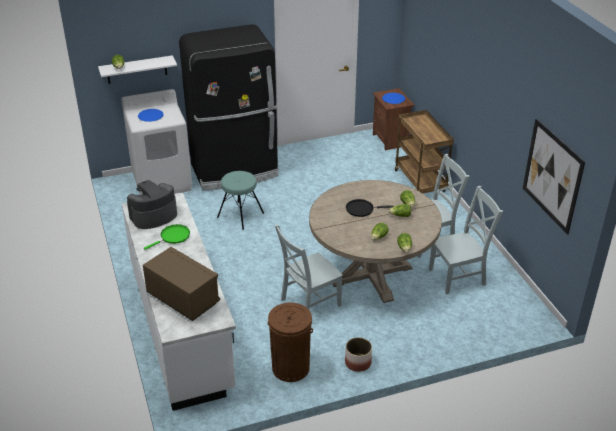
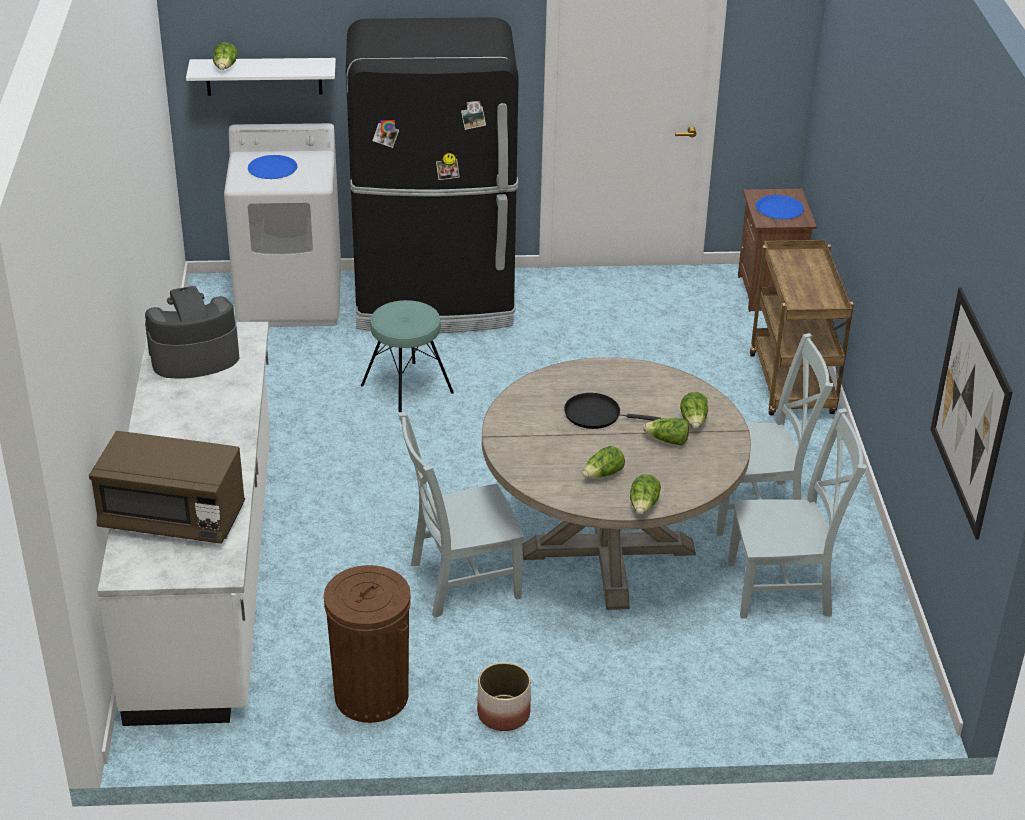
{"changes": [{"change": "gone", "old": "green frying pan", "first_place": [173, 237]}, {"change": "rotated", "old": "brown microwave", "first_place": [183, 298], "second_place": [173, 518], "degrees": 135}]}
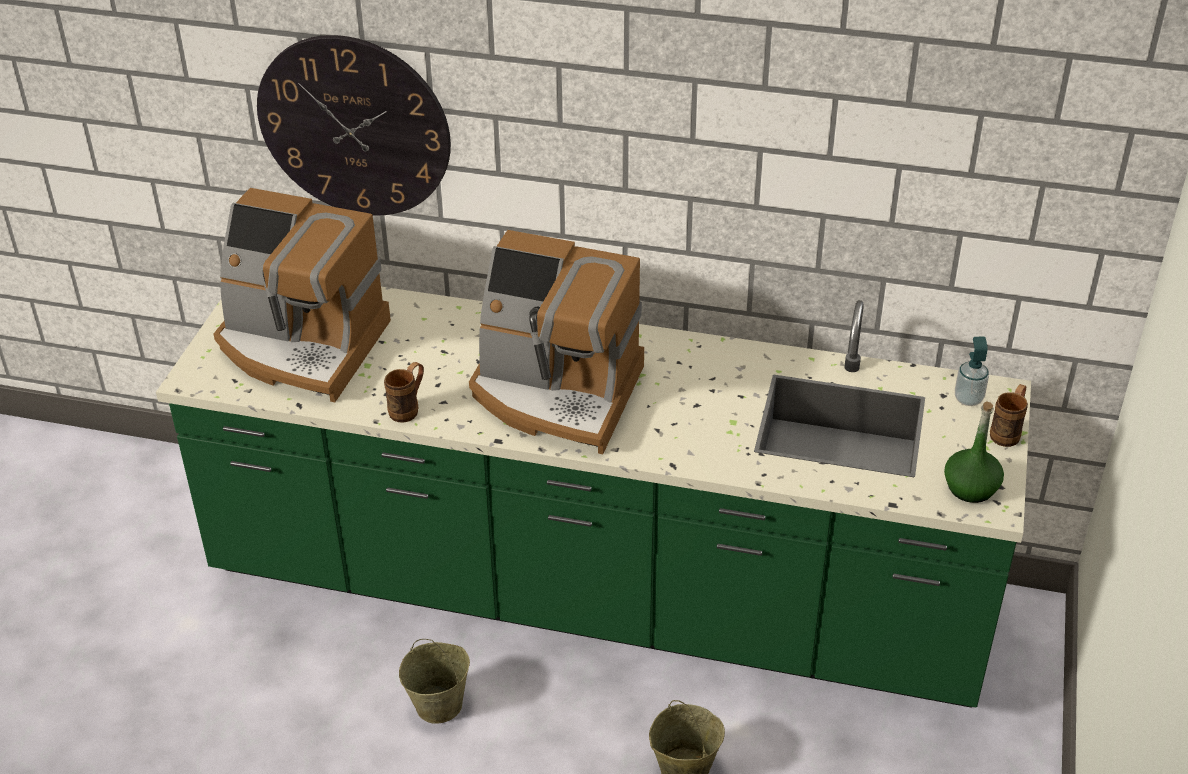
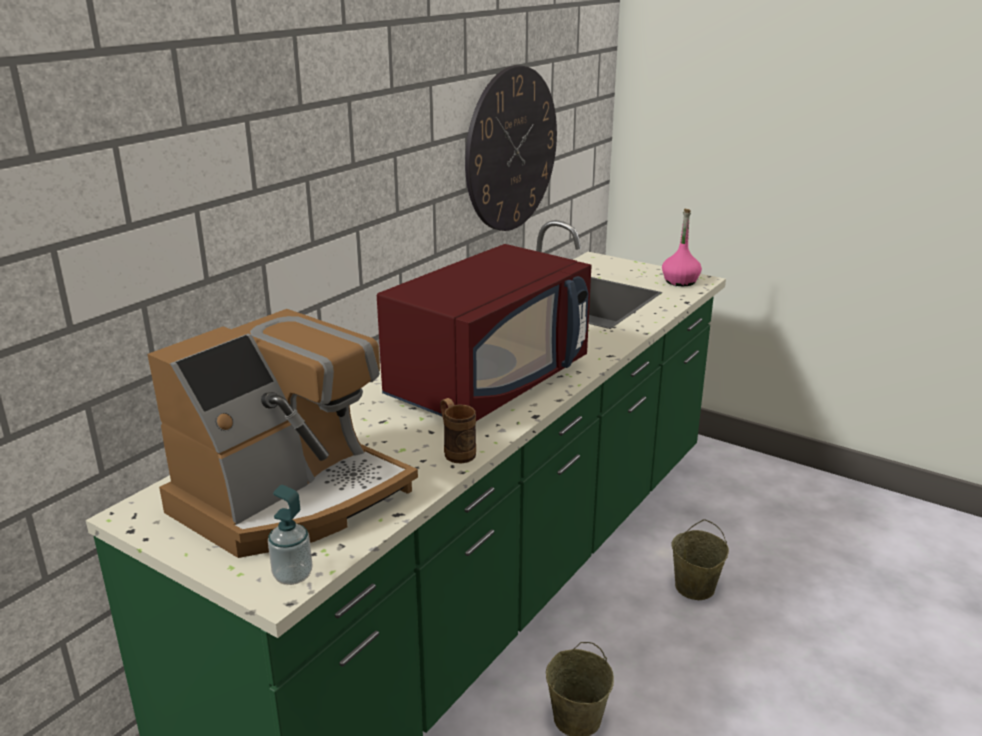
{"changes": [{"change": "gone", "old": "brown mug", "first_place": [1008, 432]}, {"change": "shifted", "old": "wall clock", "first_place": [354, 127], "second_place": [511, 150]}, {"change": "shifted", "old": "soap dispenser", "first_place": [968, 399], "second_place": [293, 575]}, {"change": "swapped", "old": "coffee machine", "new": "red microwave", "first_place": [556, 393], "second_place": [488, 382]}, {"change": "repainted", "old": "green bottle", "new": "pink bottle", "first_place": [971, 488], "second_place": [680, 281]}]}
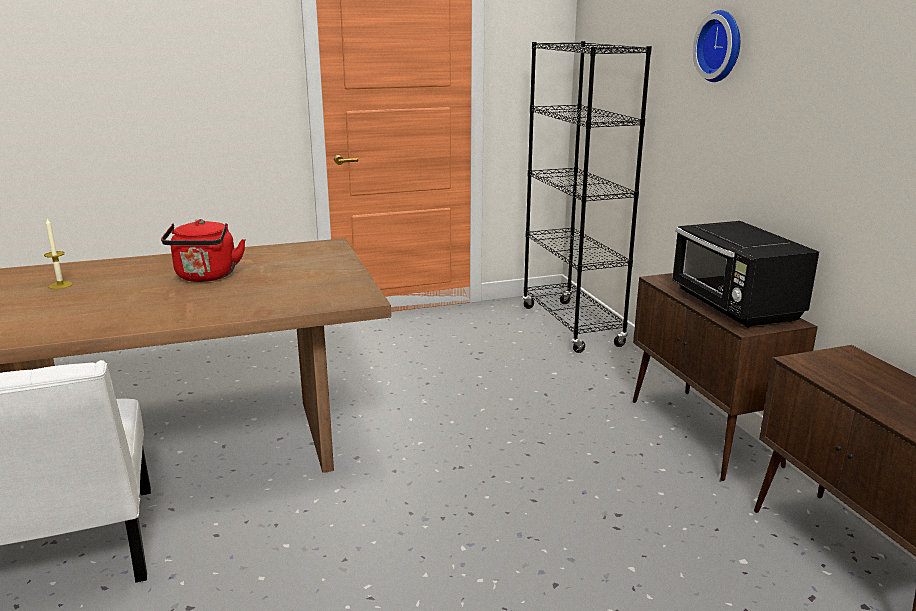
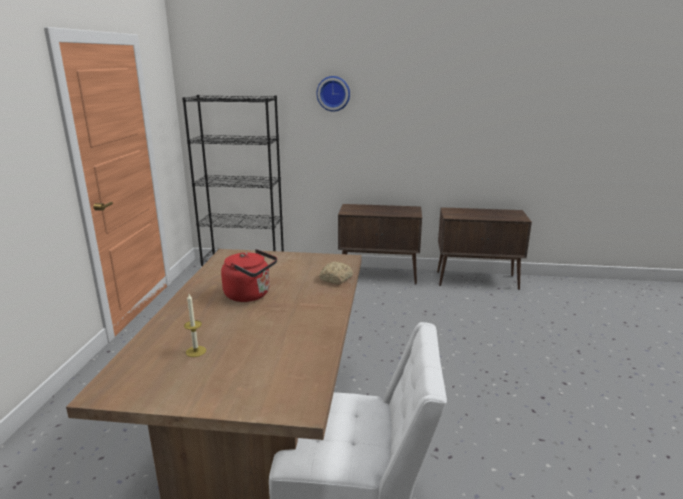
{"changes": [{"change": "gone", "old": "black microwave", "first_place": [734, 306]}, {"change": "new", "new": "bread", "second_place": [335, 279]}]}
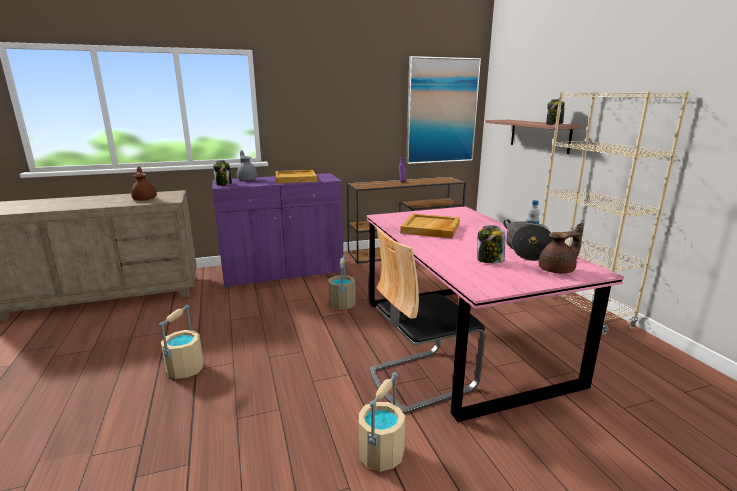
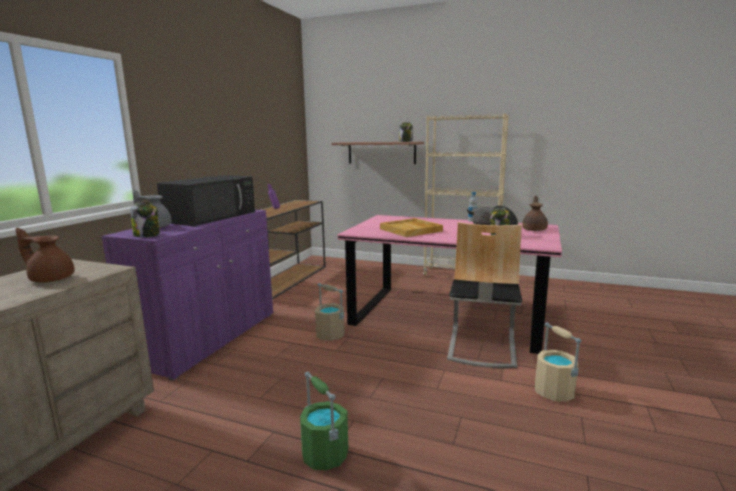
{"changes": [{"change": "gone", "old": "picture", "first_place": [442, 111]}, {"change": "swapped", "old": "beige tray", "new": "black microwave", "first_place": [296, 178], "second_place": [212, 216]}, {"change": "repainted", "old": "beige bucket", "new": "green bucket", "first_place": [185, 369], "second_place": [324, 455]}]}
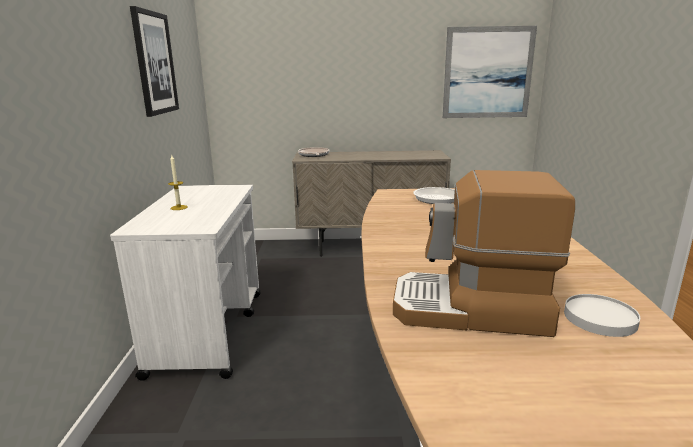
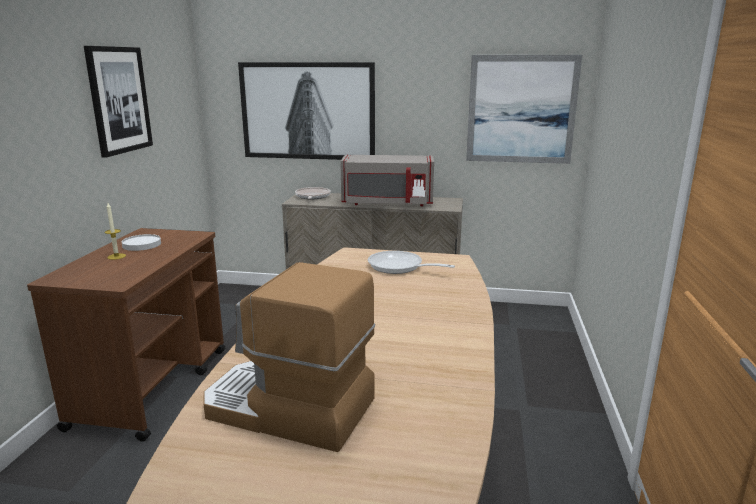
{"changes": [{"change": "new", "new": "picture", "second_place": [307, 111]}, {"change": "new", "new": "grey microwave", "second_place": [387, 203]}, {"change": "shifted", "old": "white plate", "first_place": [599, 318], "second_place": [142, 244]}, {"change": "repainted", "old": "white cart", "new": "brown cart", "first_place": [209, 330], "second_place": [153, 386]}]}
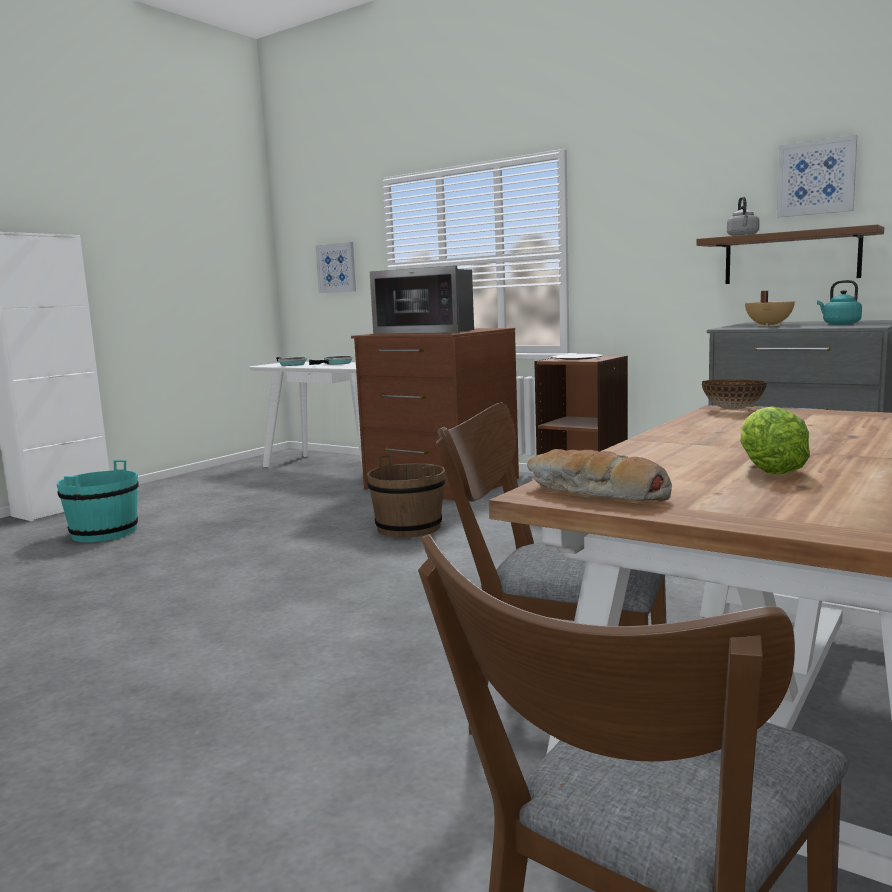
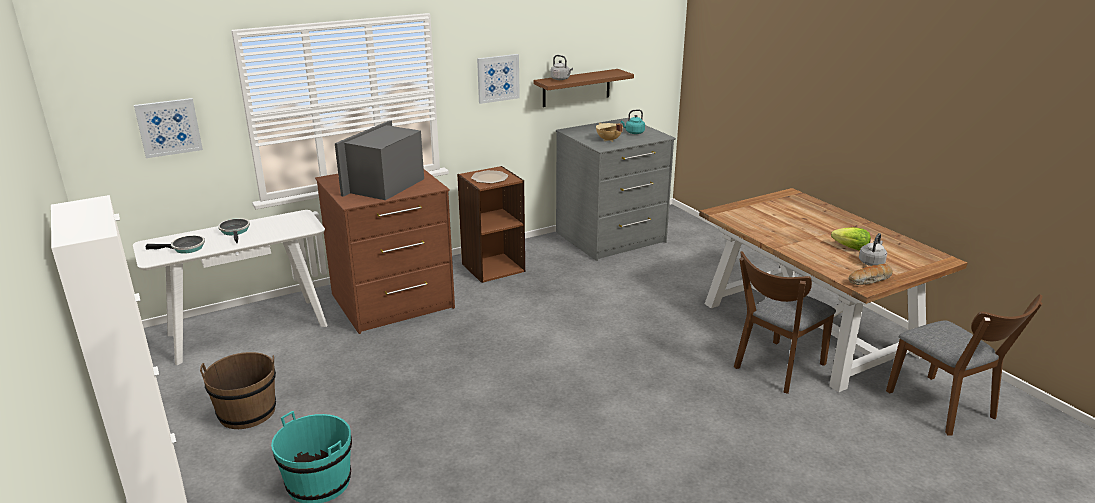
{"changes": [{"change": "gone", "old": "bowl", "first_place": [734, 409]}, {"change": "new", "new": "grey kettle", "second_place": [872, 262]}, {"change": "shifted", "old": "brown bucket", "first_place": [409, 528], "second_place": [247, 412]}, {"change": "shifted", "old": "picture", "first_place": [816, 177], "second_place": [498, 78]}, {"change": "rotated", "old": "microwave", "first_place": [428, 331], "second_place": [386, 185], "degrees": 150}]}
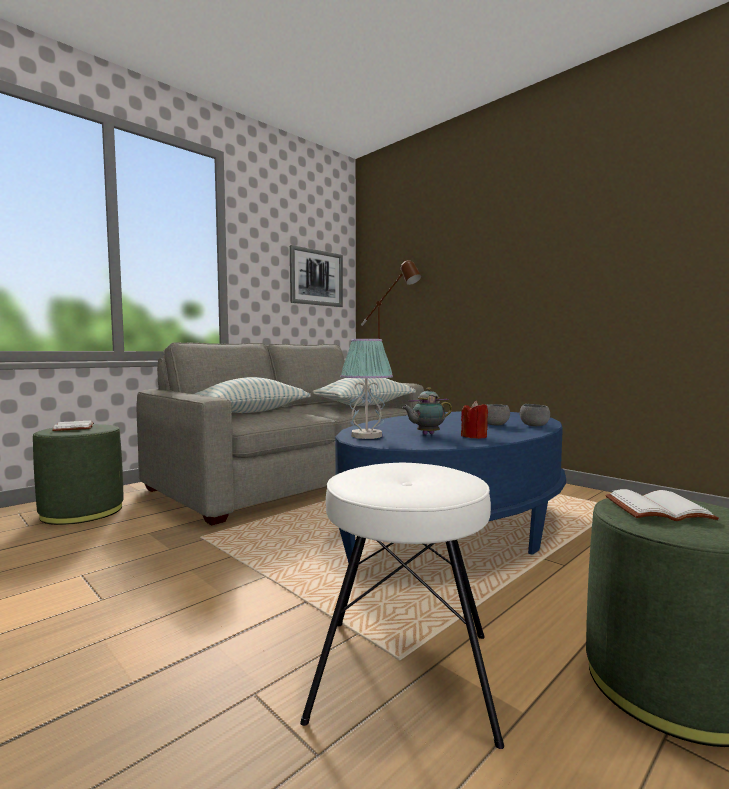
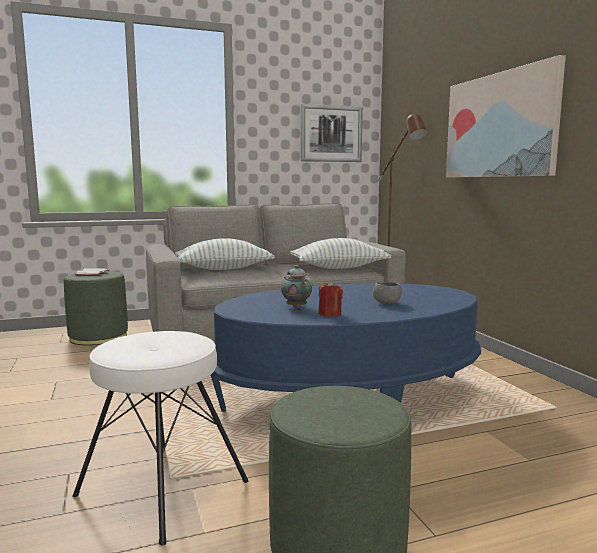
{"changes": [{"change": "gone", "old": "table lamp", "first_place": [366, 436]}, {"change": "gone", "old": "grey bowl", "first_place": [534, 425]}, {"change": "gone", "old": "white book", "first_place": [657, 510]}, {"change": "new", "new": "picture", "second_place": [500, 125]}, {"change": "rotated", "old": "teapot", "first_place": [426, 434], "second_place": [296, 307], "degrees": 60}]}
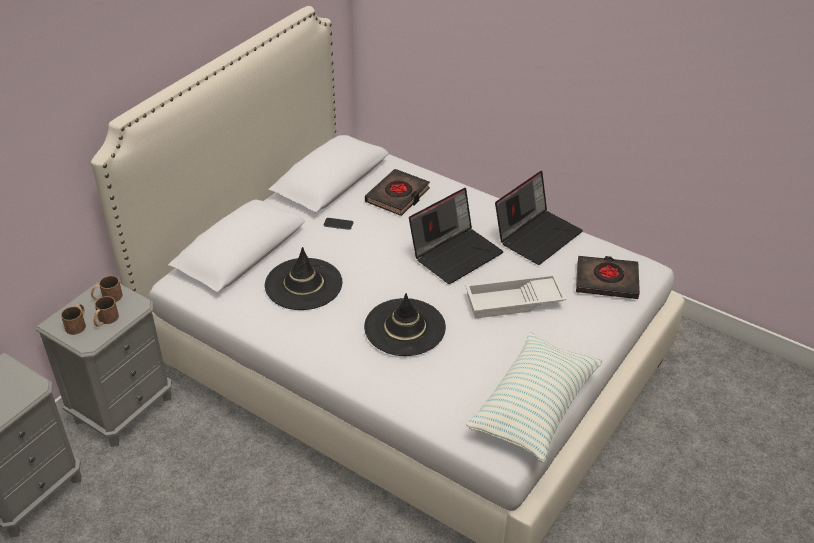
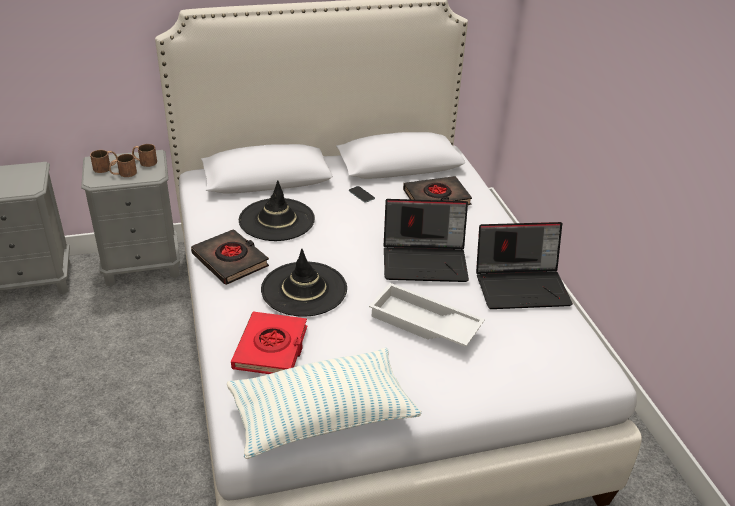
{"changes": [{"change": "new", "new": "red book", "second_place": [271, 348]}, {"change": "shifted", "old": "black book", "first_place": [606, 281], "second_place": [230, 261]}]}
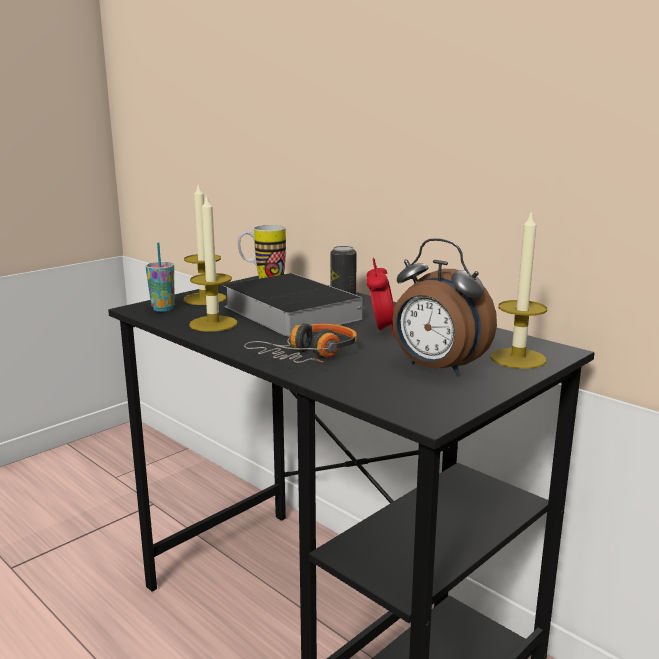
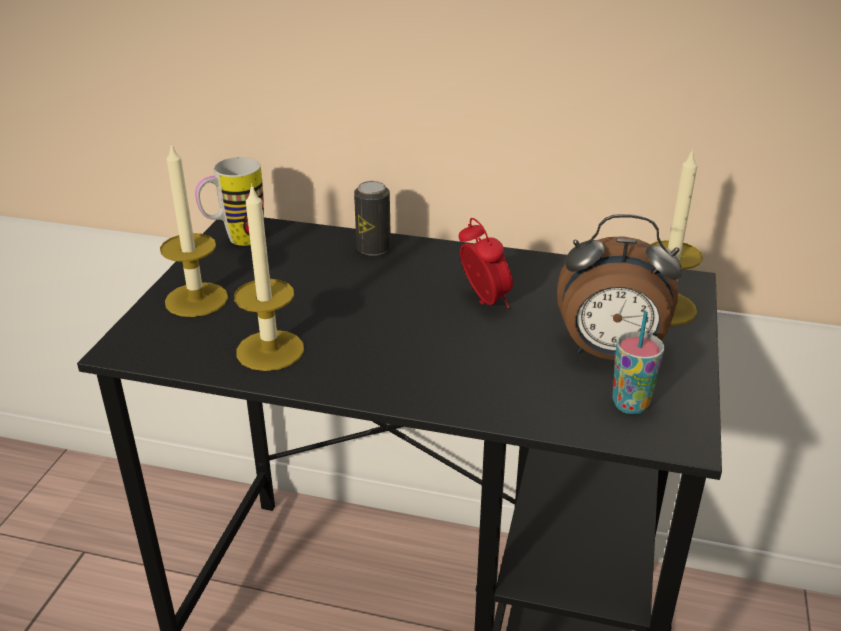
{"changes": [{"change": "gone", "old": "book", "first_place": [287, 311]}, {"change": "gone", "old": "headphones", "first_place": [308, 356]}, {"change": "shifted", "old": "cup", "first_place": [163, 309], "second_place": [630, 404]}]}
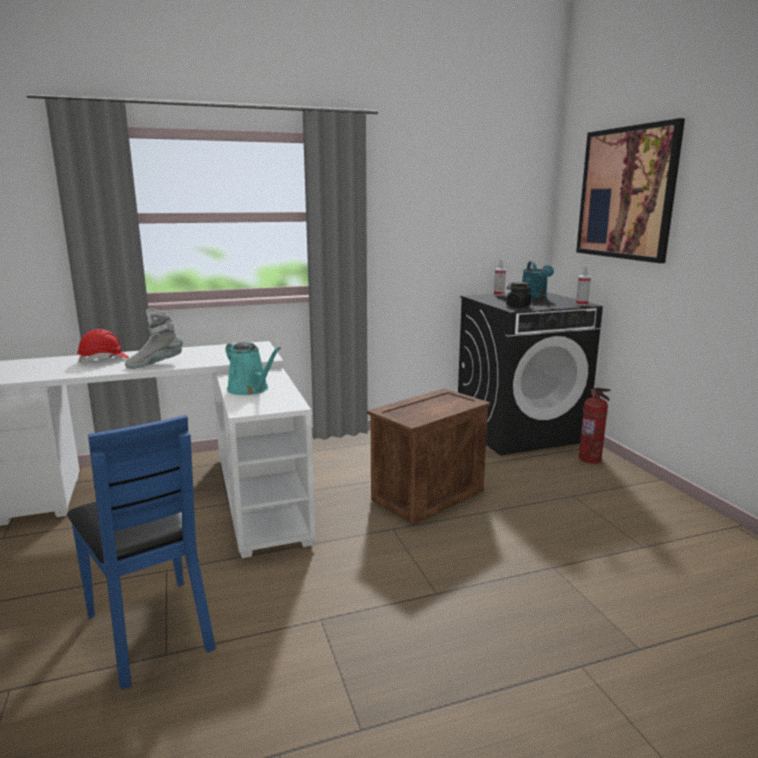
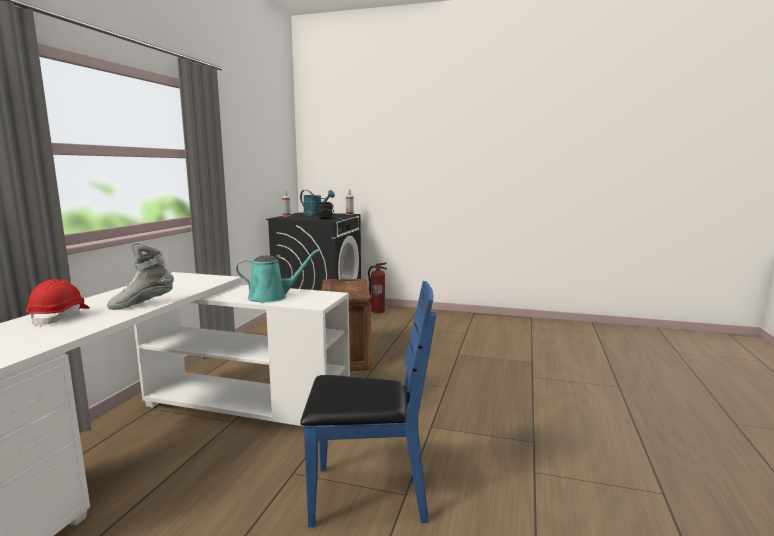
{"changes": [{"change": "gone", "old": "picture", "first_place": [626, 193]}, {"change": "rotated", "old": "grey boot", "first_place": [155, 365], "second_place": [142, 304], "degrees": 45}]}
